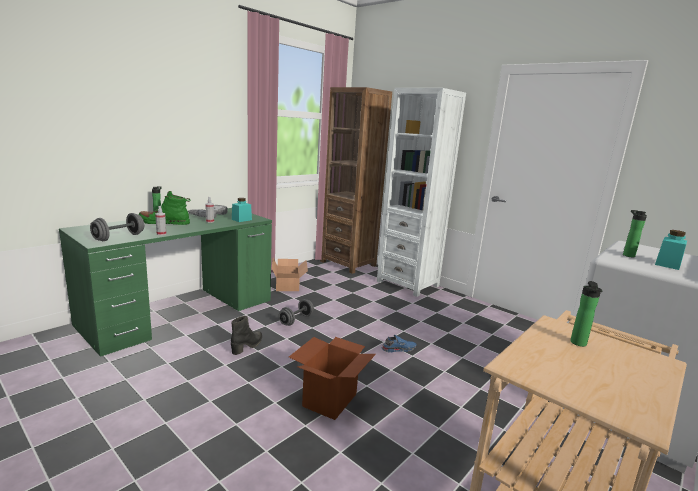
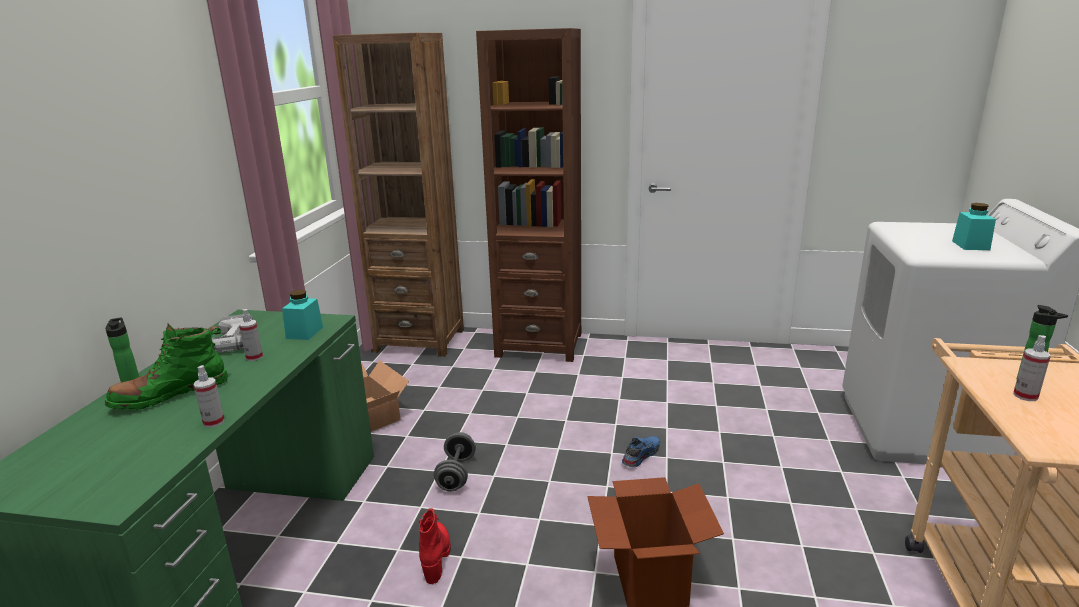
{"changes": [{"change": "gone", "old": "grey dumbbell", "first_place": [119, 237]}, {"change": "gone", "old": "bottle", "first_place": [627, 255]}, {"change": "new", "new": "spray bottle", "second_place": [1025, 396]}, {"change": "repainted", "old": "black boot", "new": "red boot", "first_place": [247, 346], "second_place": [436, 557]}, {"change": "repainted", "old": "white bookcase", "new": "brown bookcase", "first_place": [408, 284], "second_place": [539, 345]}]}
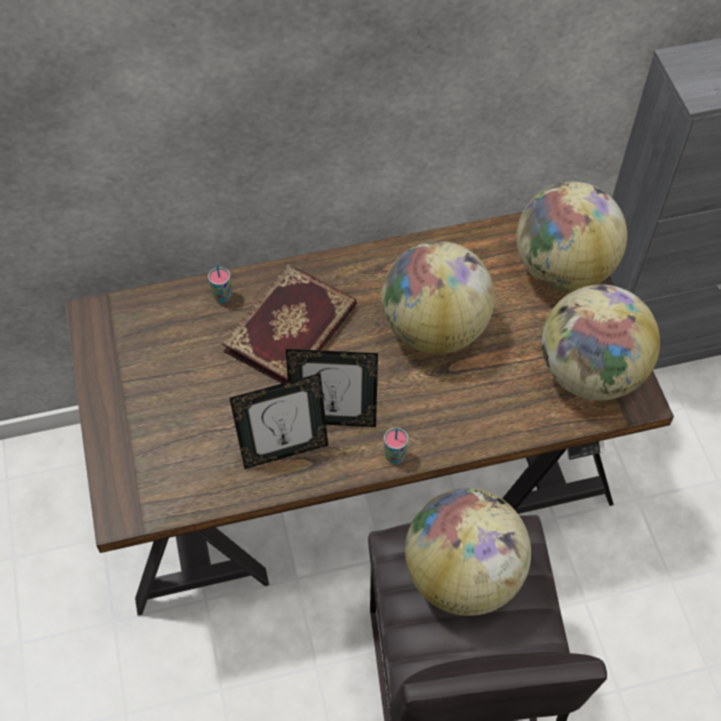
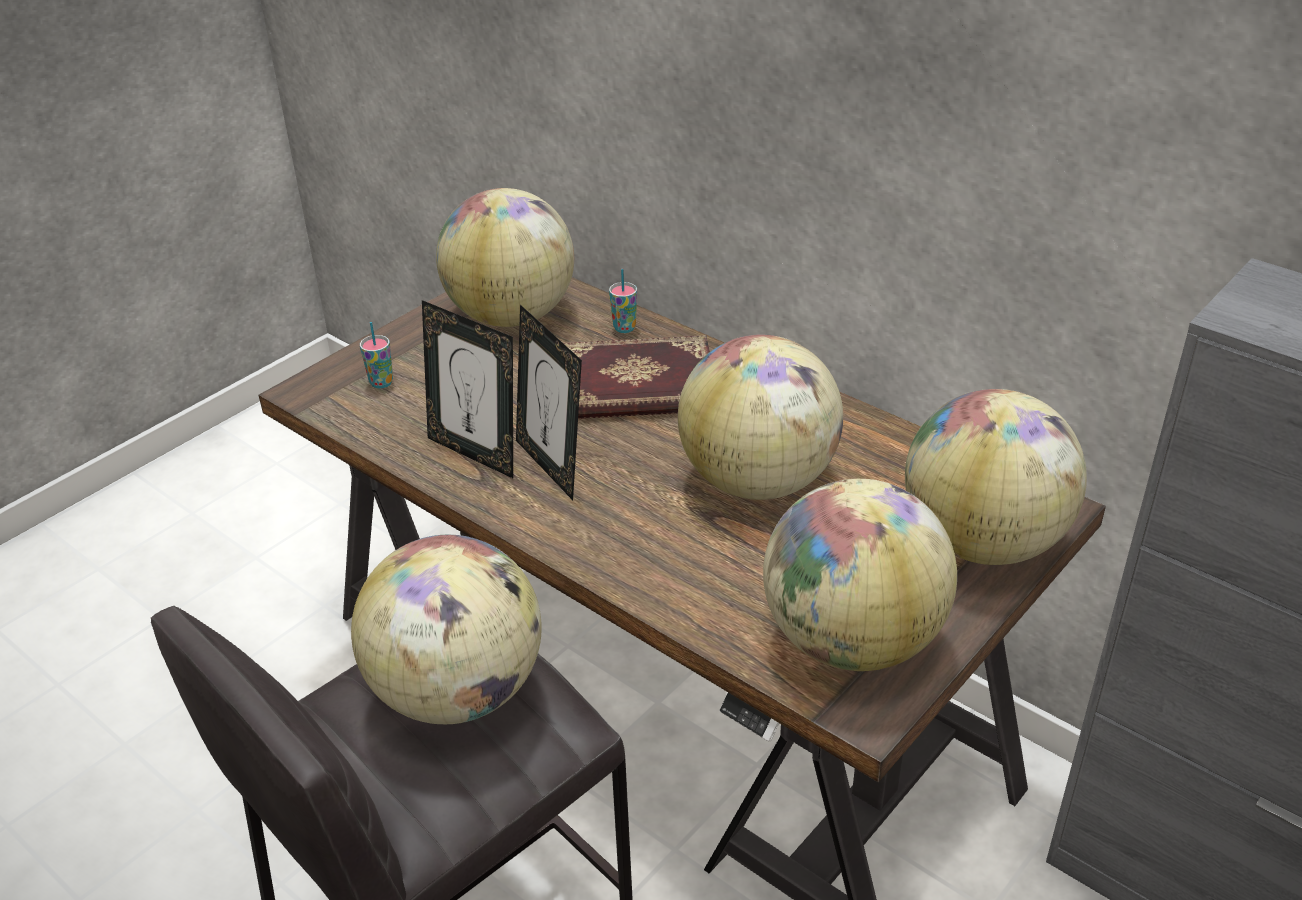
{"changes": [{"change": "new", "new": "globe", "second_place": [511, 316]}, {"change": "shifted", "old": "cup", "first_place": [395, 456], "second_place": [381, 383]}]}
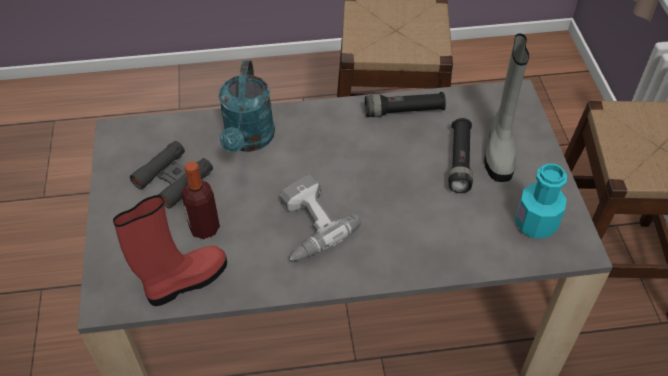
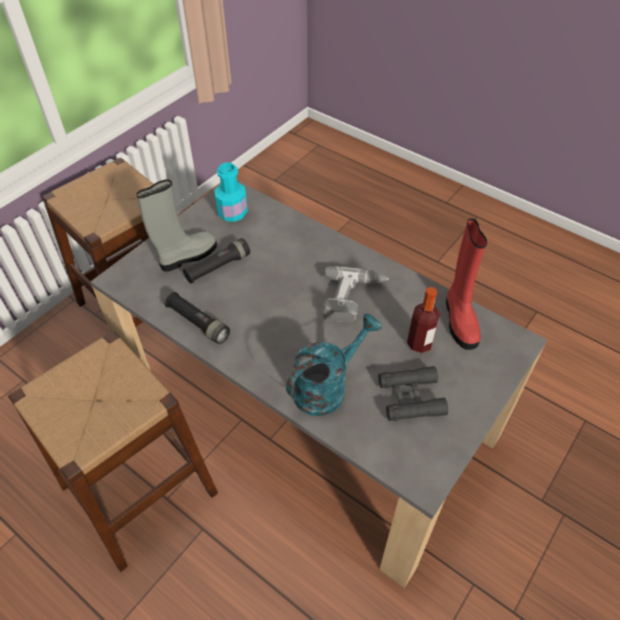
{"changes": [{"change": "rotated", "old": "red boot", "first_place": [185, 281], "second_place": [459, 320], "degrees": -105}]}
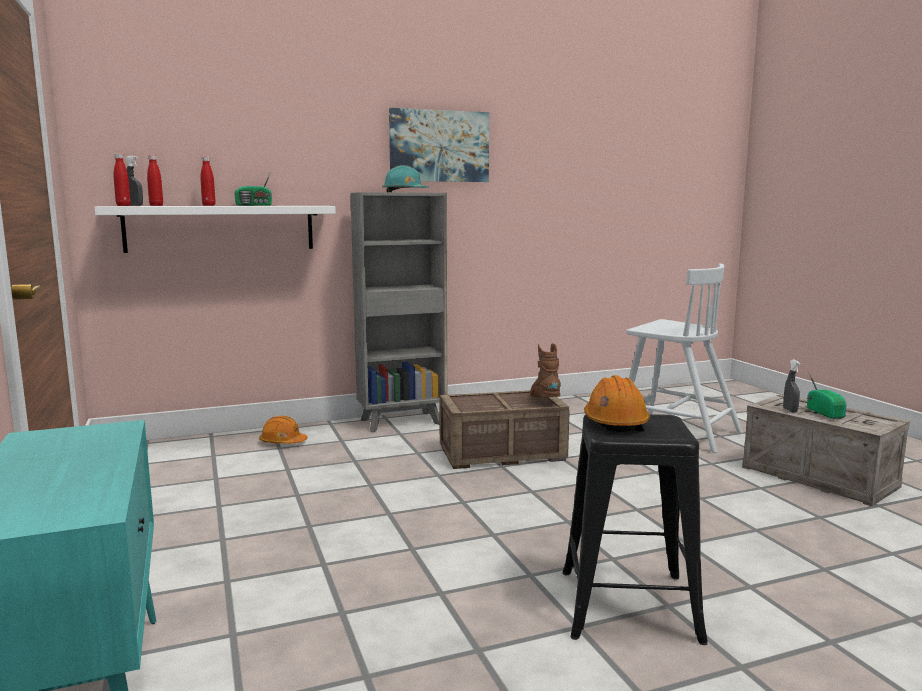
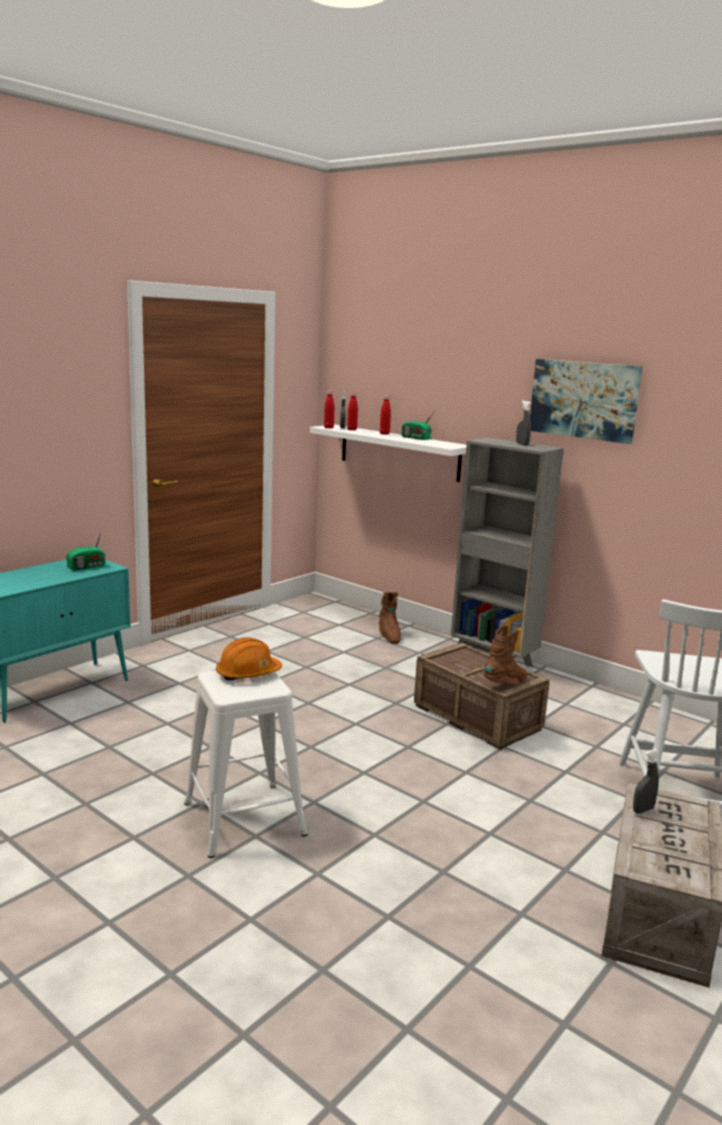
{"changes": [{"change": "shifted", "old": "radio", "first_place": [825, 412], "second_place": [88, 567]}, {"change": "swapped", "old": "orange hard hat", "new": "brown boot", "first_place": [283, 442], "second_place": [388, 636]}, {"change": "swapped", "old": "turquoise hard hat", "new": "grey spray bottle", "first_place": [404, 192], "second_place": [522, 444]}, {"change": "repainted", "old": "black stool", "new": "white stool", "first_place": [628, 605], "second_place": [243, 818]}]}
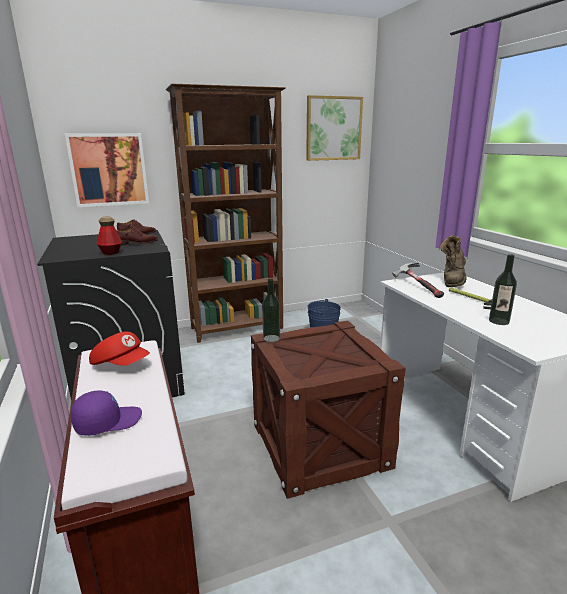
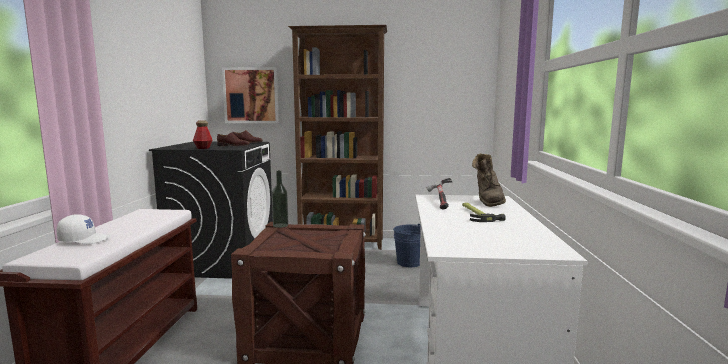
{"changes": [{"change": "gone", "old": "red cap", "first_place": [121, 364]}, {"change": "gone", "old": "picture", "first_place": [333, 128]}, {"change": "gone", "old": "bottle", "first_place": [499, 321]}, {"change": "repainted", "old": "purple cap", "new": "white cap", "first_place": [108, 421], "second_place": [85, 239]}, {"change": "rotated", "old": "brown boot", "first_place": [452, 281], "second_place": [487, 201], "degrees": -45}]}
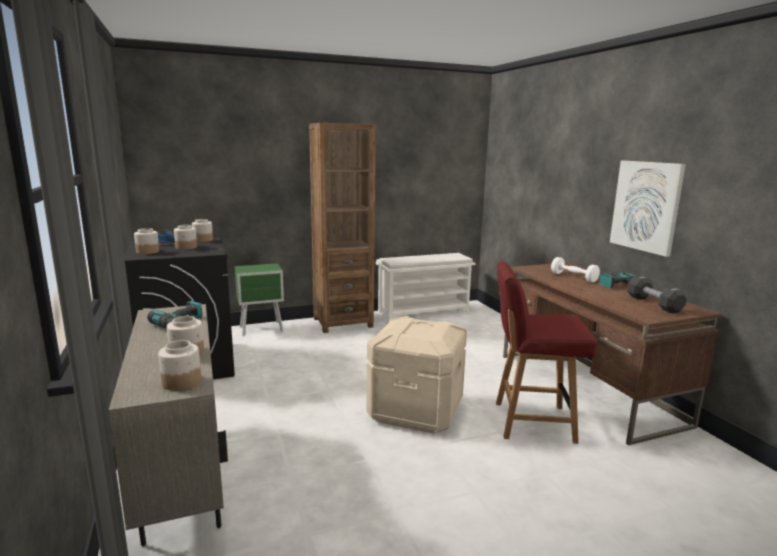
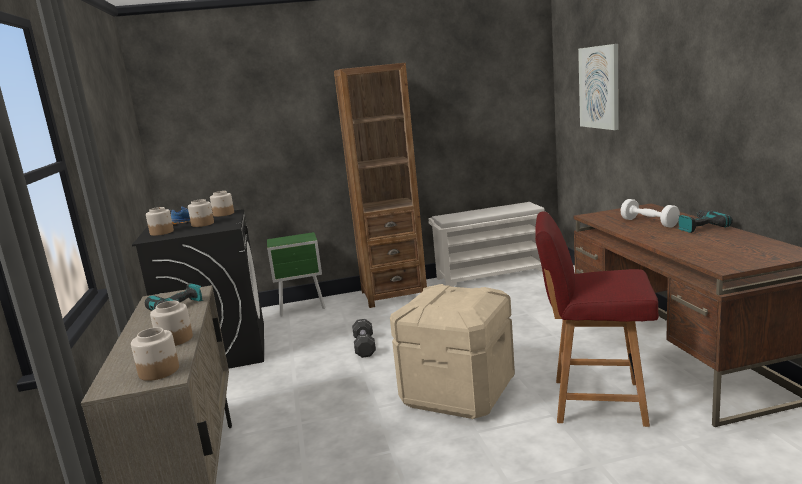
{"changes": [{"change": "shifted", "old": "picture", "first_place": [646, 206], "second_place": [599, 87]}, {"change": "shifted", "old": "black dumbbell", "first_place": [654, 304], "second_place": [364, 346]}]}
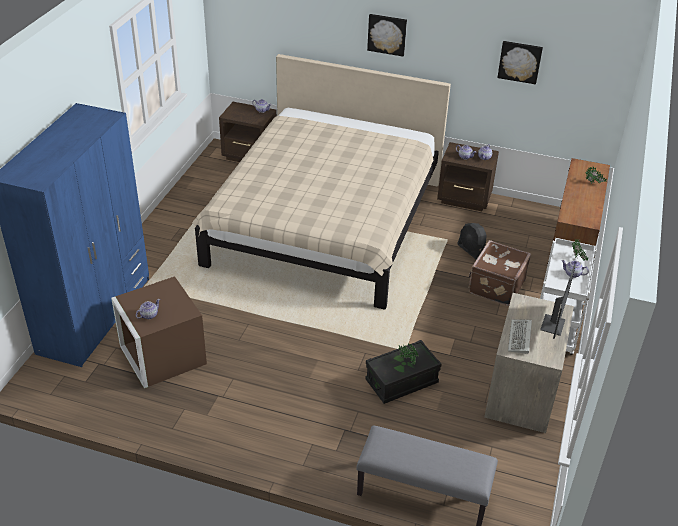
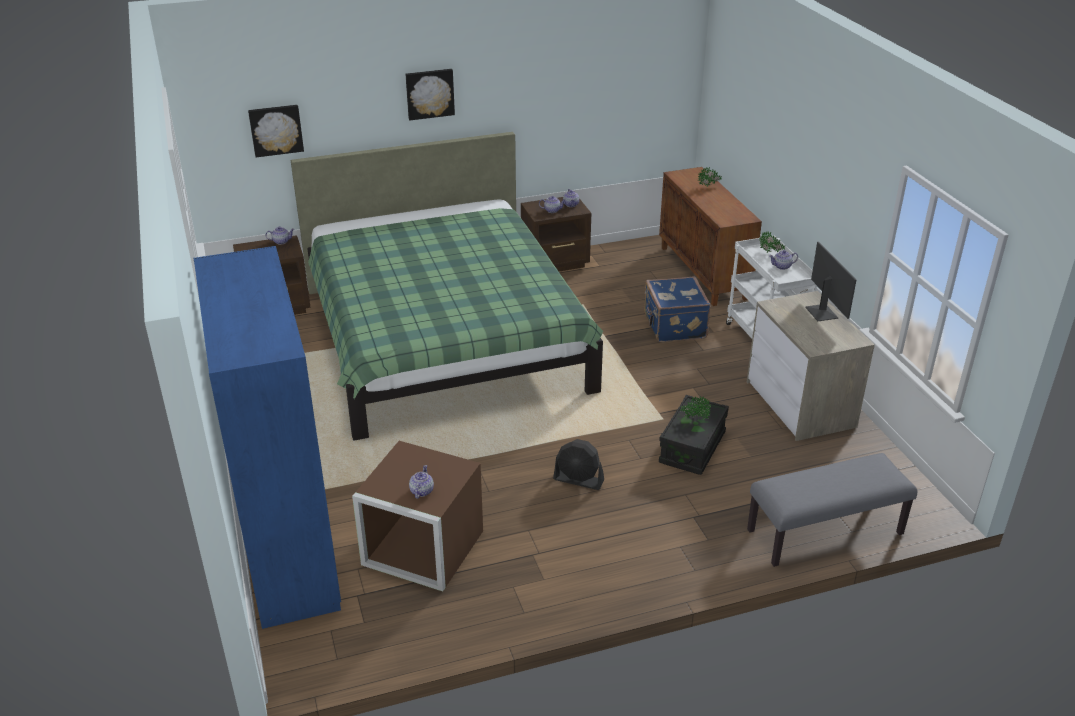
{"changes": [{"change": "gone", "old": "keyboard", "first_place": [520, 338]}, {"change": "shifted", "old": "black fan", "first_place": [471, 251], "second_place": [578, 480]}, {"change": "shifted", "old": "picture", "first_place": [520, 61], "second_place": [276, 130]}, {"change": "repainted", "old": "beige bed", "new": "green bed", "first_place": [325, 223], "second_place": [443, 339]}, {"change": "repainted", "old": "brown suitcase", "new": "blue suitcase", "first_place": [495, 286], "second_place": [673, 326]}]}
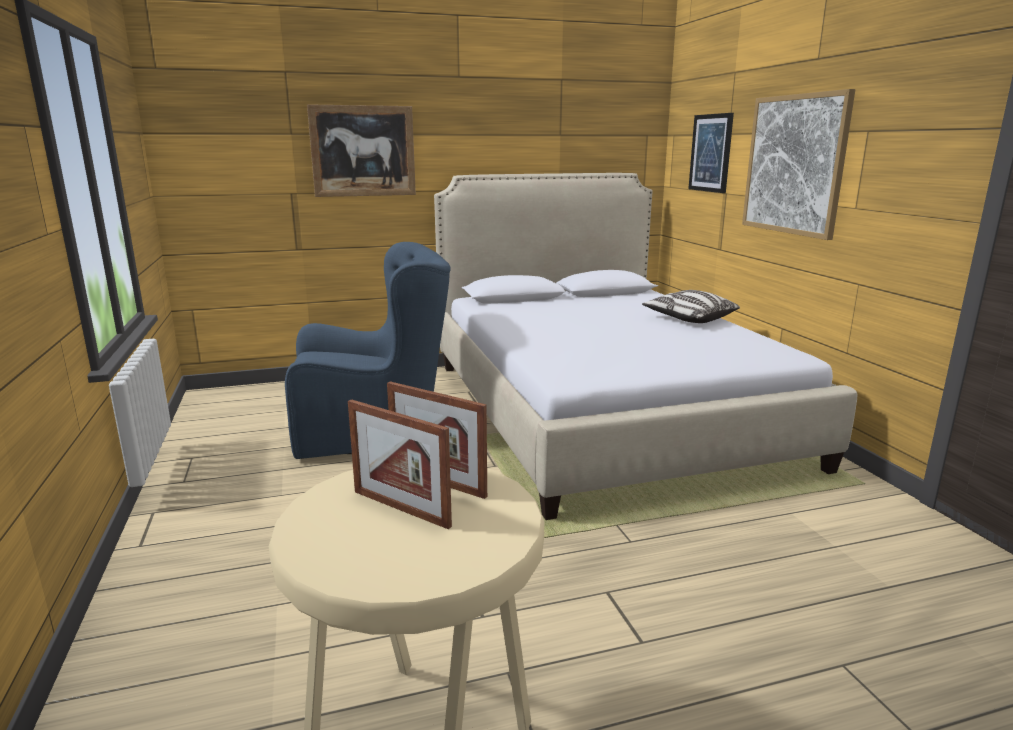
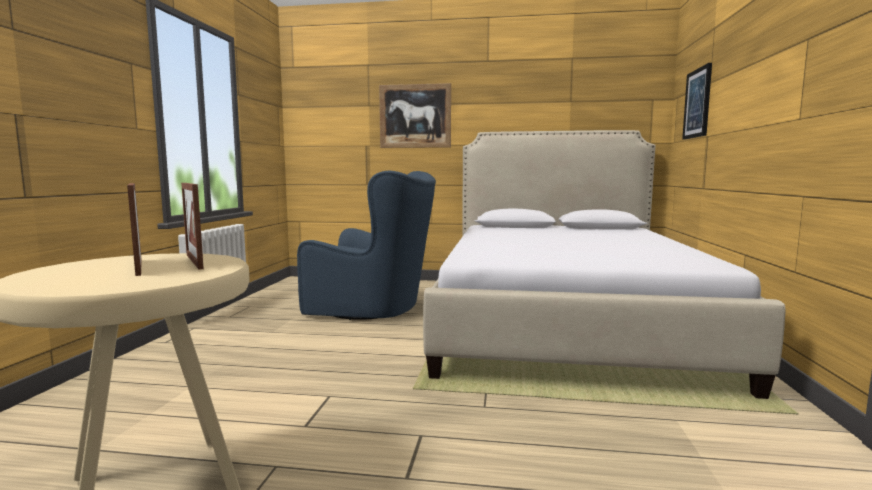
{"changes": [{"change": "gone", "old": "pillow", "first_place": [689, 319]}, {"change": "gone", "old": "picture", "first_place": [794, 164]}]}
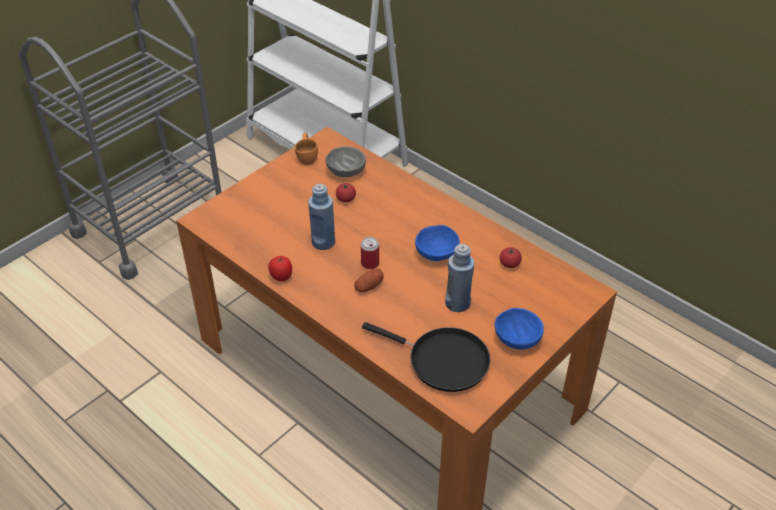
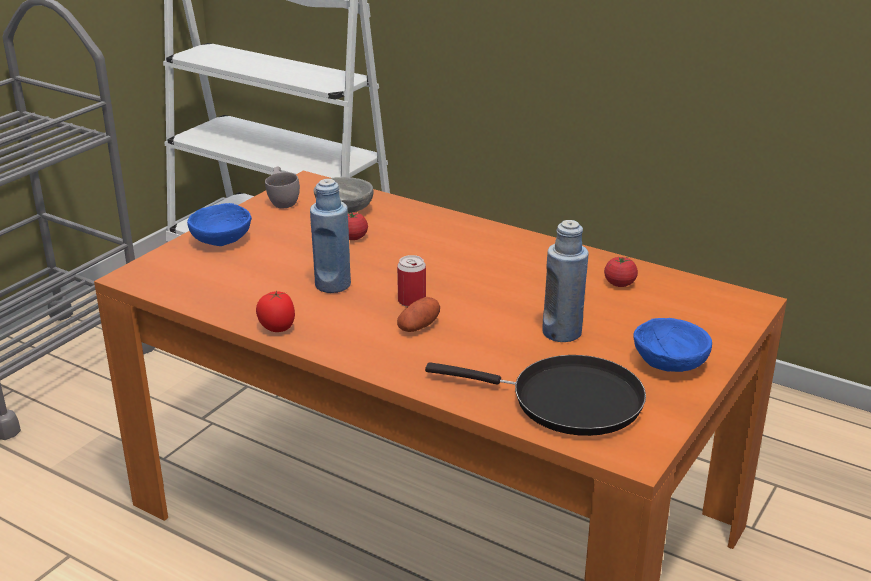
{"changes": [{"change": "shifted", "old": "blue bowl", "first_place": [436, 253], "second_place": [221, 240]}, {"change": "repainted", "old": "orange cup", "new": "grey cup", "first_place": [307, 157], "second_place": [283, 200]}]}
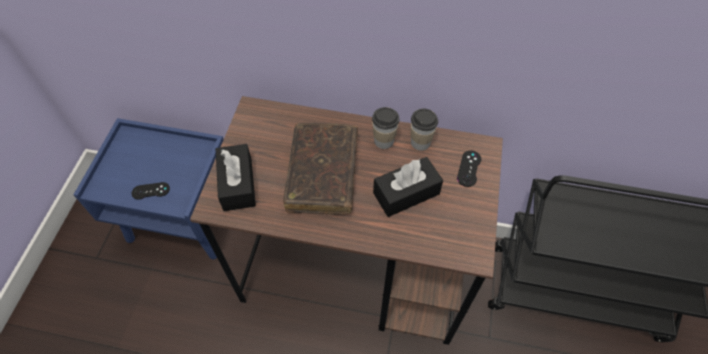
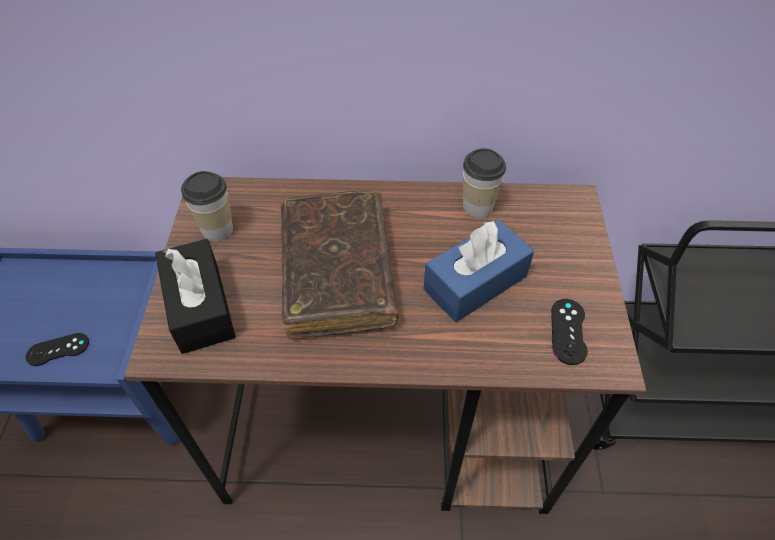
{"changes": [{"change": "shifted", "old": "cup", "first_place": [384, 141], "second_place": [217, 229]}, {"change": "shifted", "old": "black game controller", "first_place": [469, 168], "second_place": [568, 331]}, {"change": "repainted", "old": "black tissue box", "new": "blue tissue box", "first_place": [406, 193], "second_place": [475, 282]}]}
